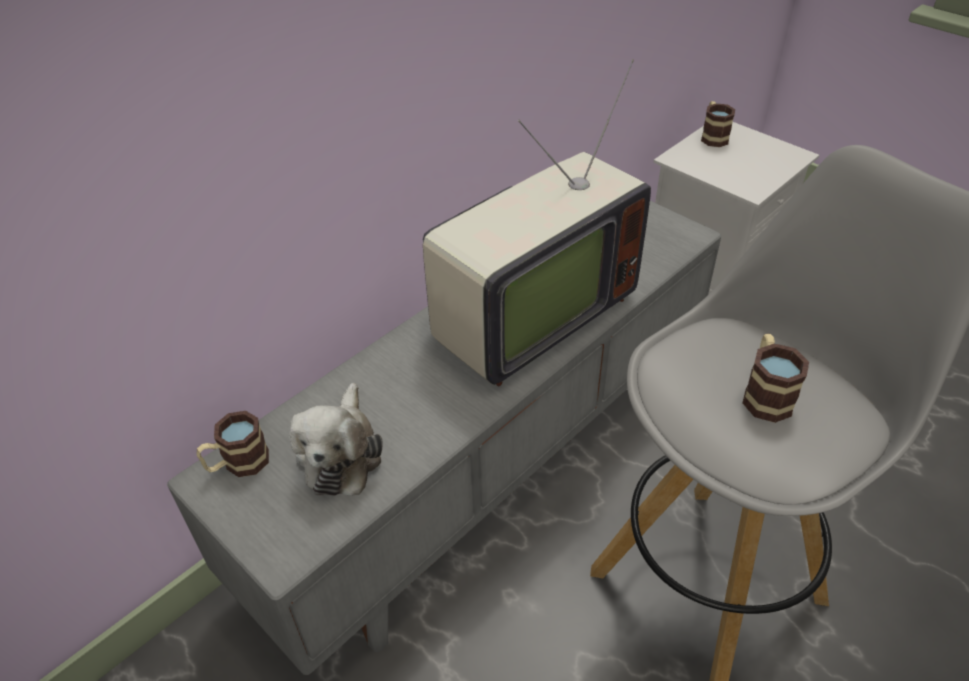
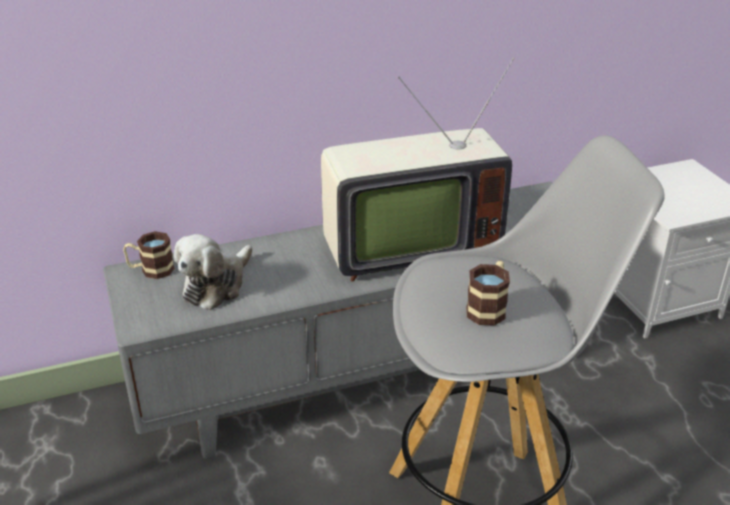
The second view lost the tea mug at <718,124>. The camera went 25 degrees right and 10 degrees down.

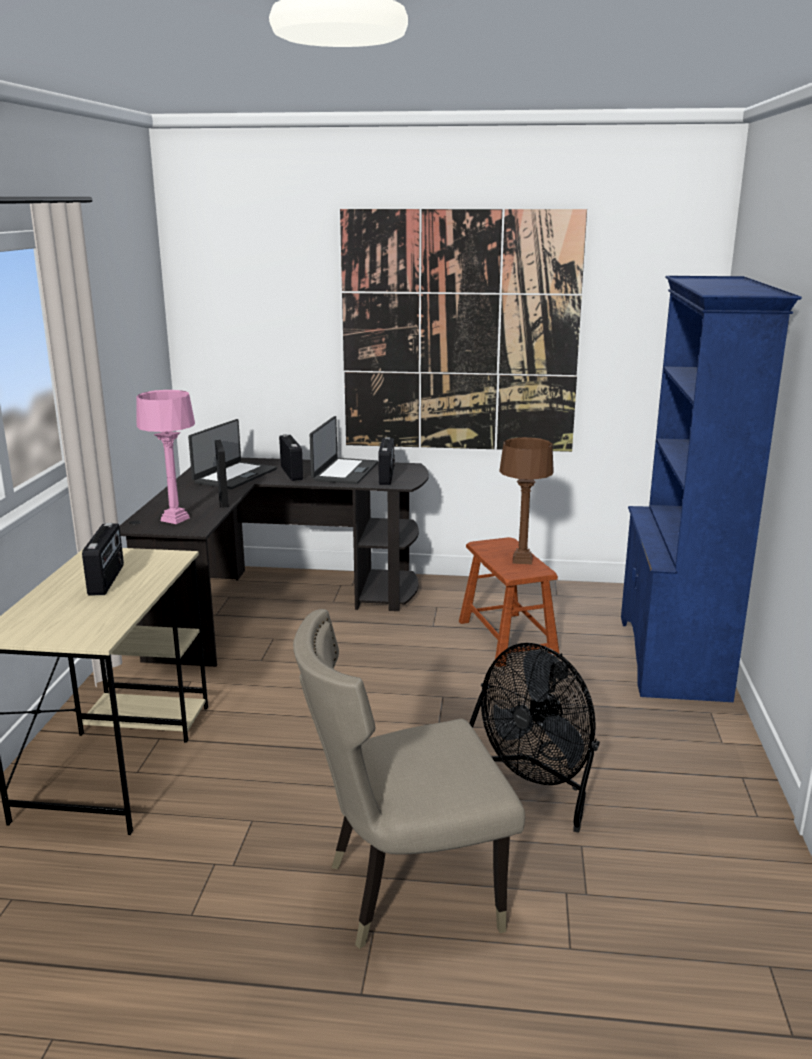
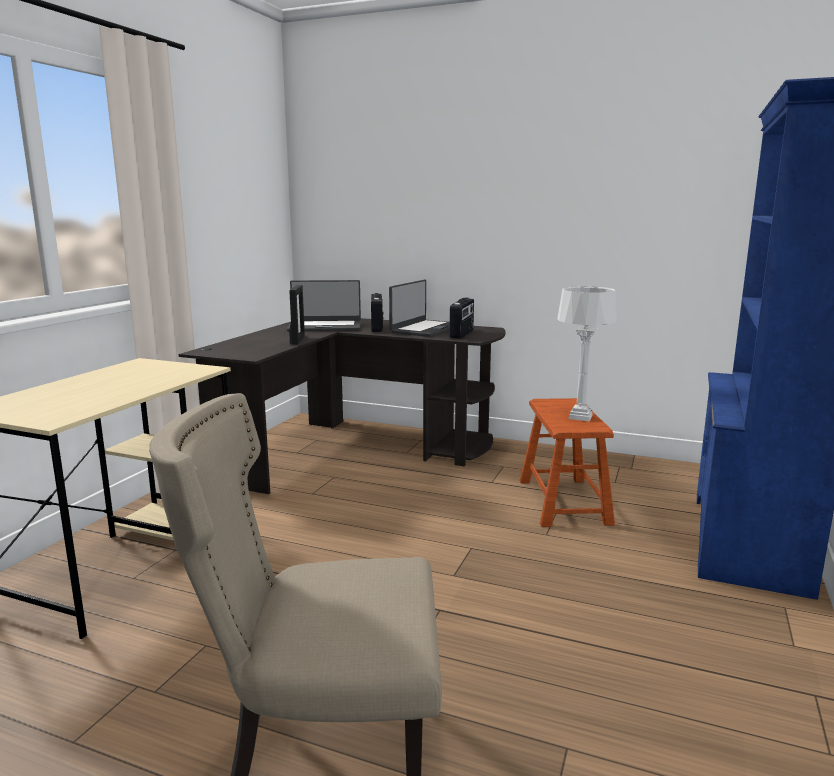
The second view lost the radio at <103,559>. The second view lost the pinkish lamp for a table at <166,457>. The second view lost the wall picture at <463,330>. The second view lost the black electric fan at <534,738>. What was the brown-coloured lamp for a table at <526,500> turned into the greyish lamp for a table at <587,353>. The portable computer at <232,454> ended up facing another way, 45 degrees clockwise from before. The camera went 15 degrees right and 5 degrees down.

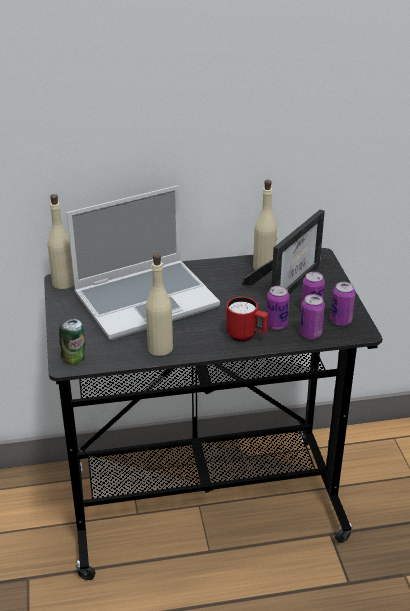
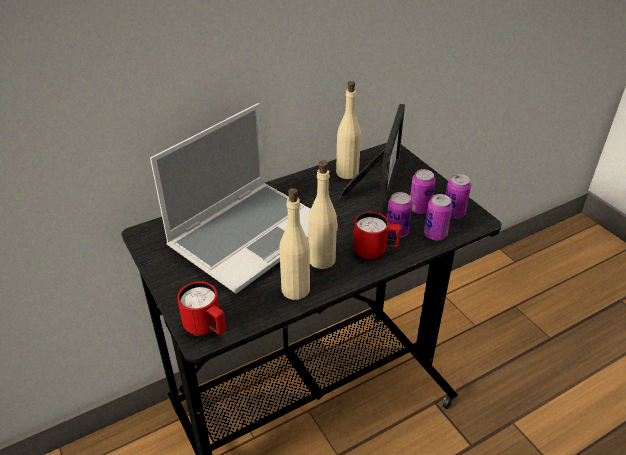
The sand-coloured bottle ended up elsewhere, having gone from <61,241> to <323,214>. Where the can stood at <72,342>, the red tea mug came to stand at <201,309>. The camera went 20 degrees left and 5 degrees up.

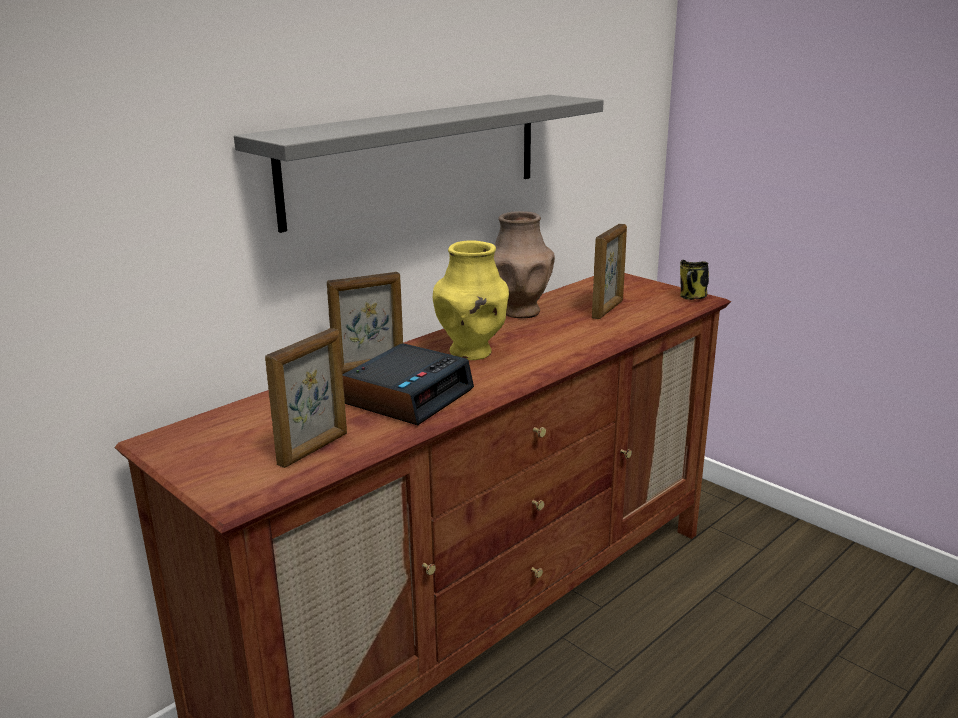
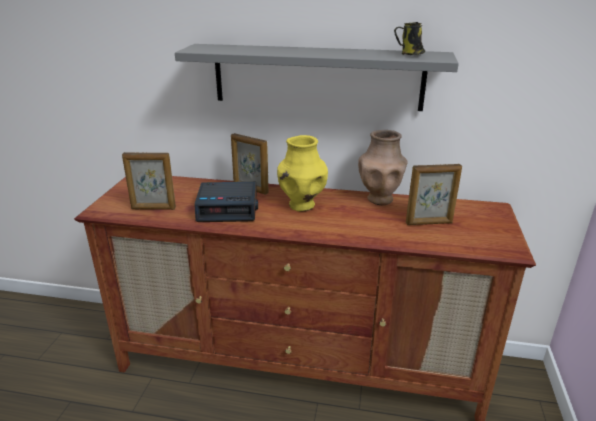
The tea mug ended up elsewhere, having gone from <694,280> to <409,38>. The camera went 55 degrees right and 5 degrees up.

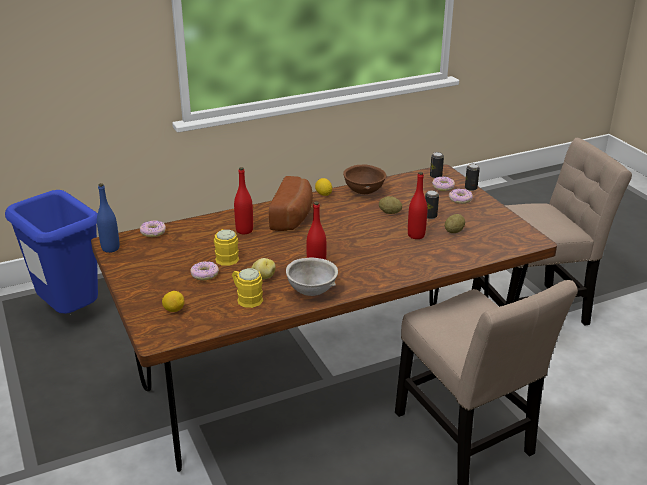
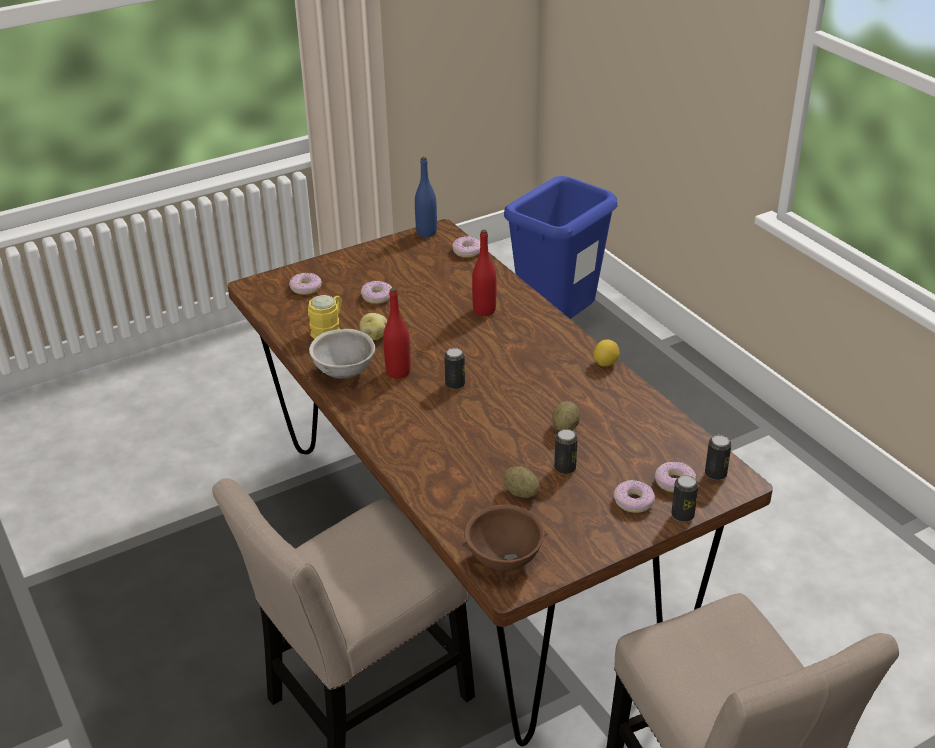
The second view lost the yellow-coloured tea mug at <226,247>. The second view lost the bread at <291,203>. The second view lost the red bottle at <417,205>. The second view gained the can at <454,368>. The brown-coloured deep dish ended up elsewhere, having gone from <365,179> to <505,537>. Where the lemon stood at <173,301>, the donut came to stand at <305,284>. The camera went 85 degrees right and 5 degrees up.

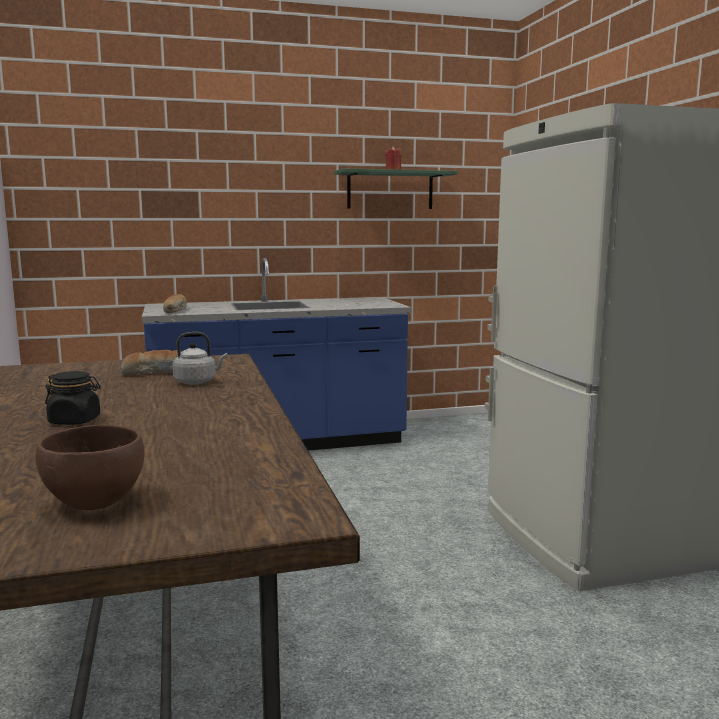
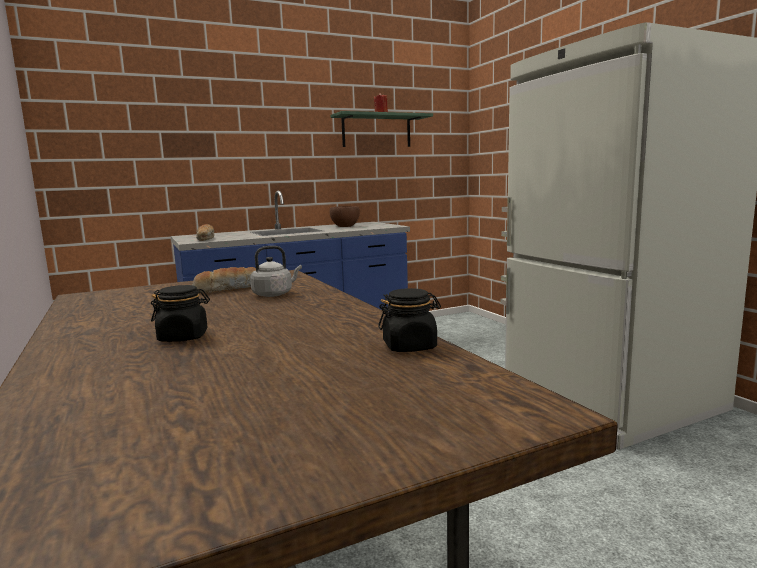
The second view gained the black preserve jar at <409,320>. The brown-coloured deep dish ended up elsewhere, having gone from <90,467> to <345,216>. The camera went 10 degrees left and 0 degrees up.

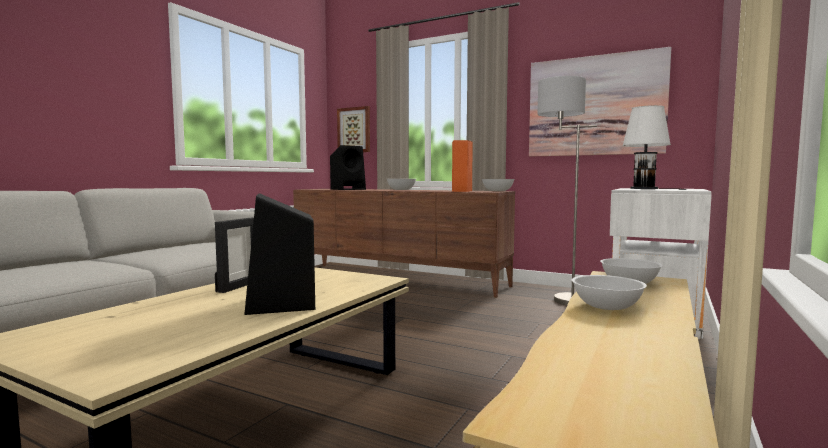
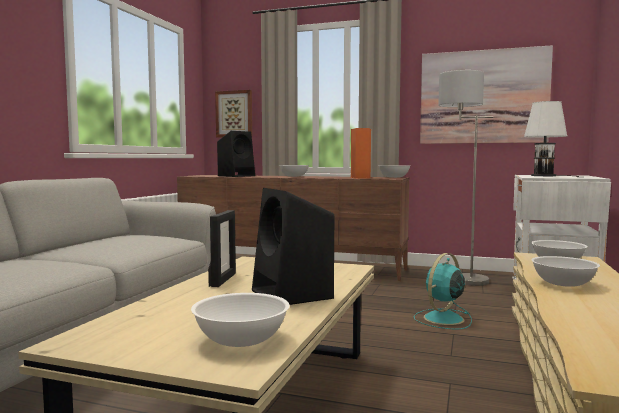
The second view gained the whitish deep dish at <240,320>. The second view gained the turquoise-coloured electric fan at <443,291>. The camera went 10 degrees left and 0 degrees up.

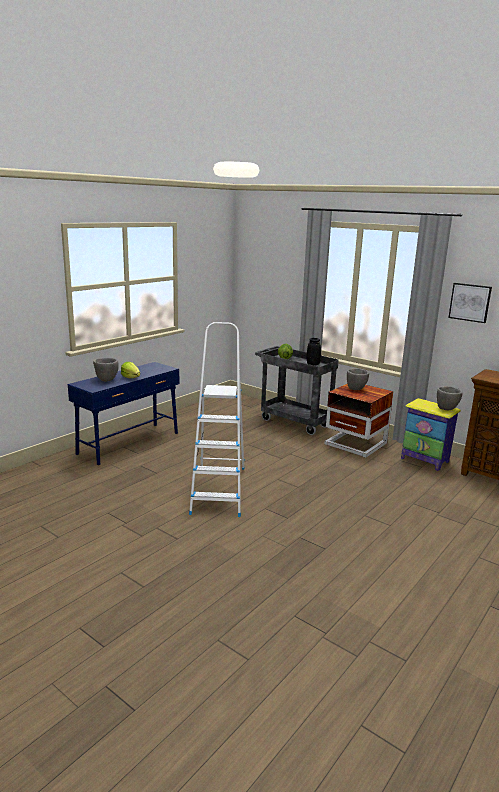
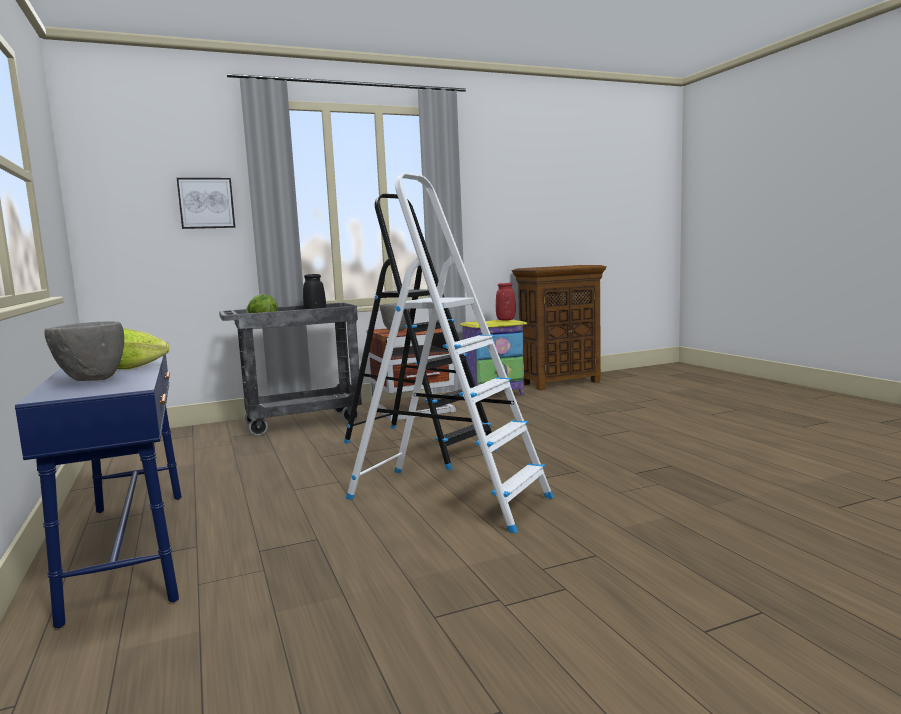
The second view gained the black step stool at <421,332>. The wall picture ended up elsewhere, having gone from <470,303> to <206,203>. Where the greyish deep dish stood at <450,398>, the red vase came to stand at <506,301>. The camera went 60 degrees left and 10 degrees down.

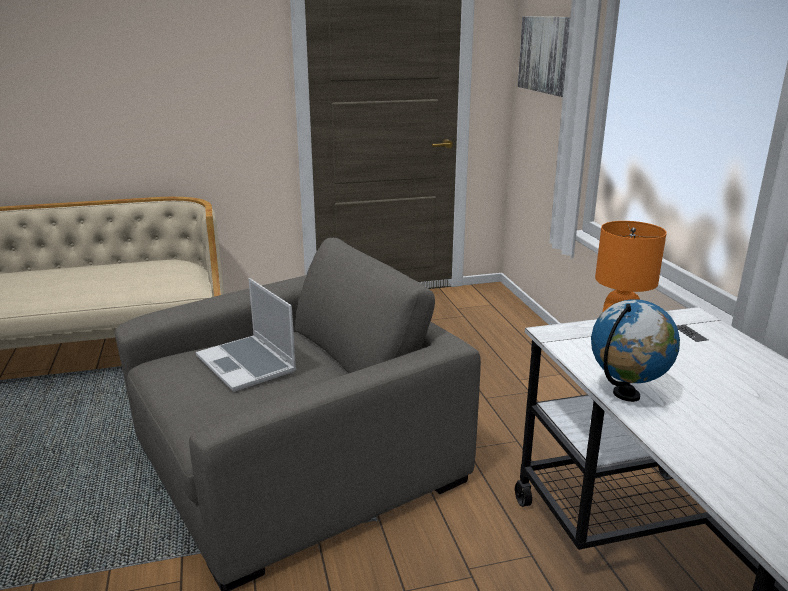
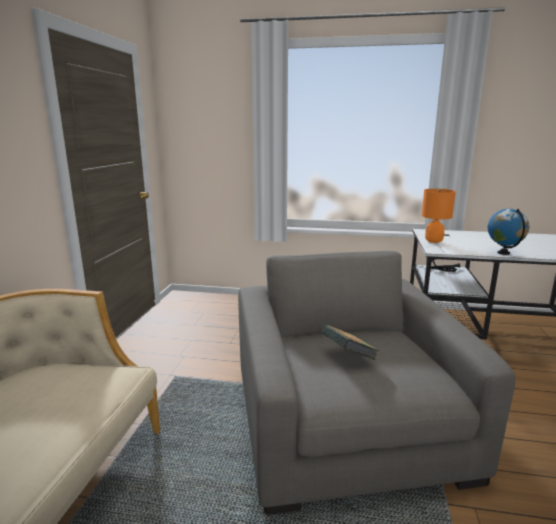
The second view lost the wall picture at <544,56>. Where the portable computer stood at <246,335>, the book came to stand at <350,342>. The camera went 65 degrees left and 5 degrees down.

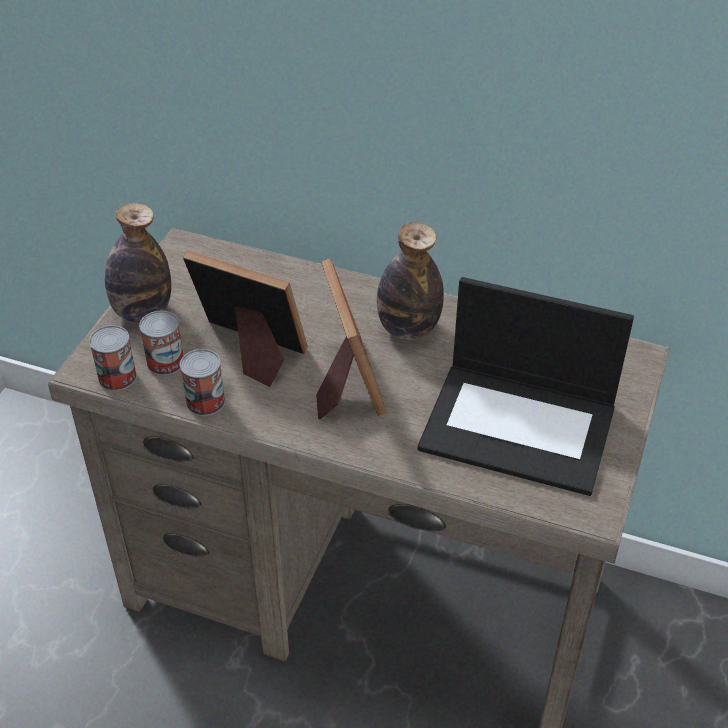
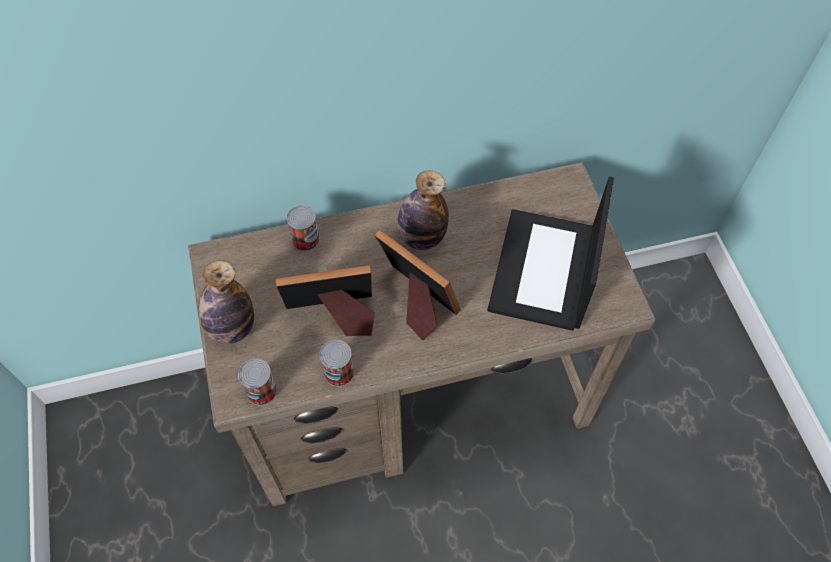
The can ended up elsewhere, having gone from <161,343> to <303,228>. The portable computer at <526,386> ended up facing another way, 120 degrees clockwise from before. The camera went 35 degrees left and 15 degrees up.

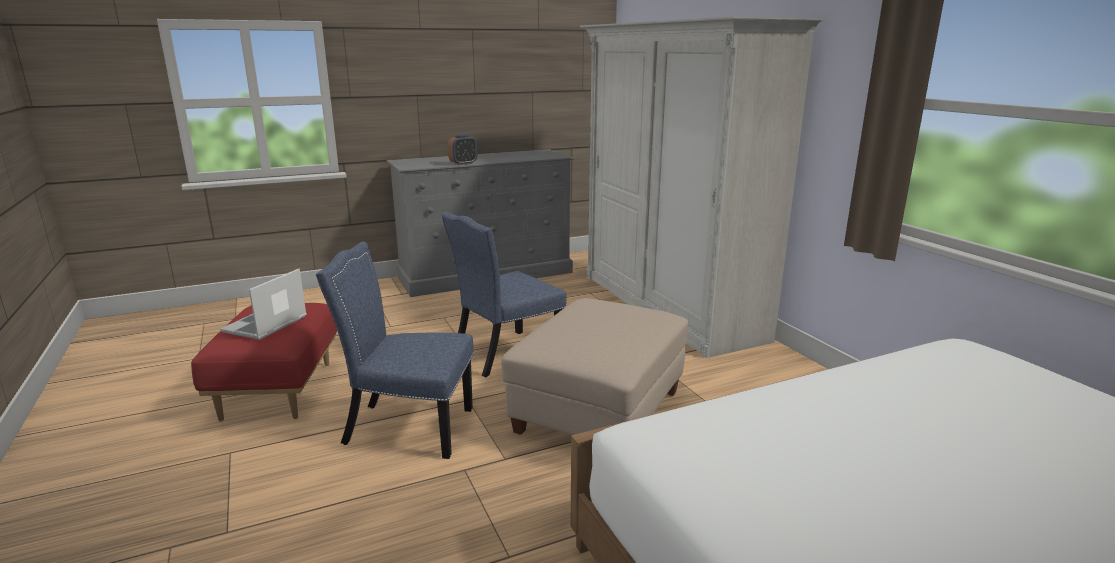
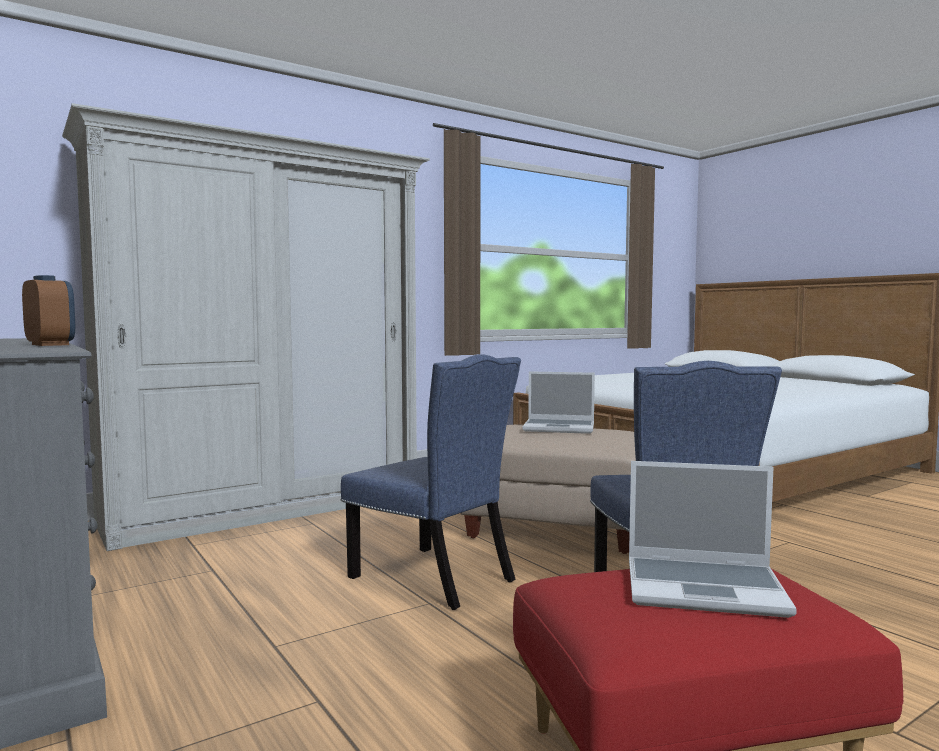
The second view gained the portable computer at <558,402>. The camera went 100 degrees left and 15 degrees down.

